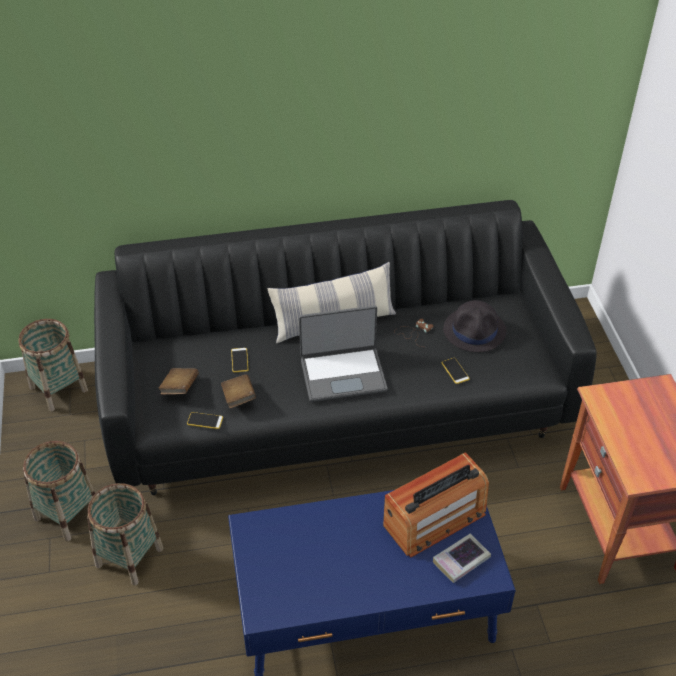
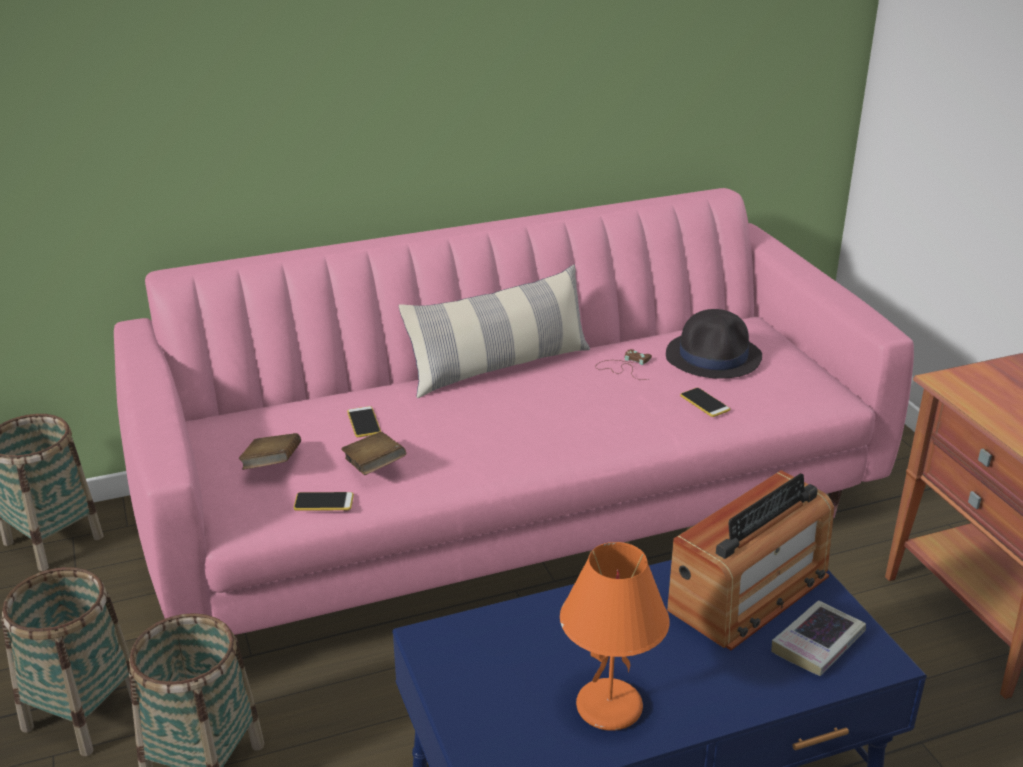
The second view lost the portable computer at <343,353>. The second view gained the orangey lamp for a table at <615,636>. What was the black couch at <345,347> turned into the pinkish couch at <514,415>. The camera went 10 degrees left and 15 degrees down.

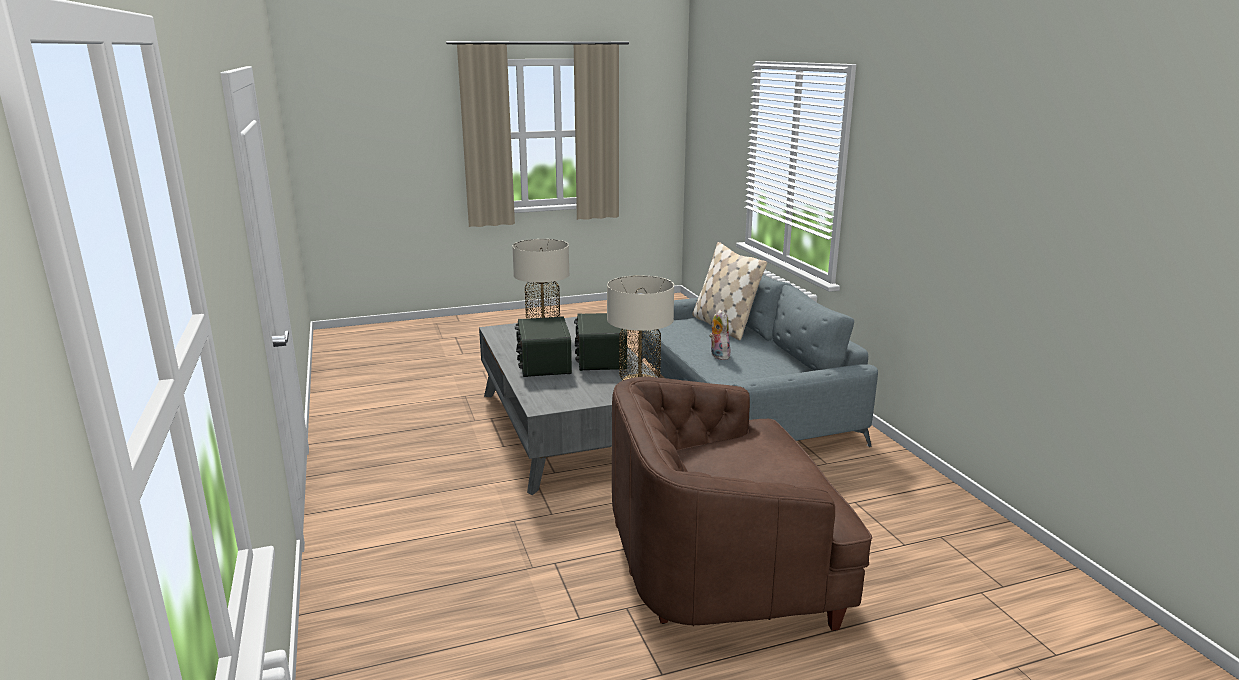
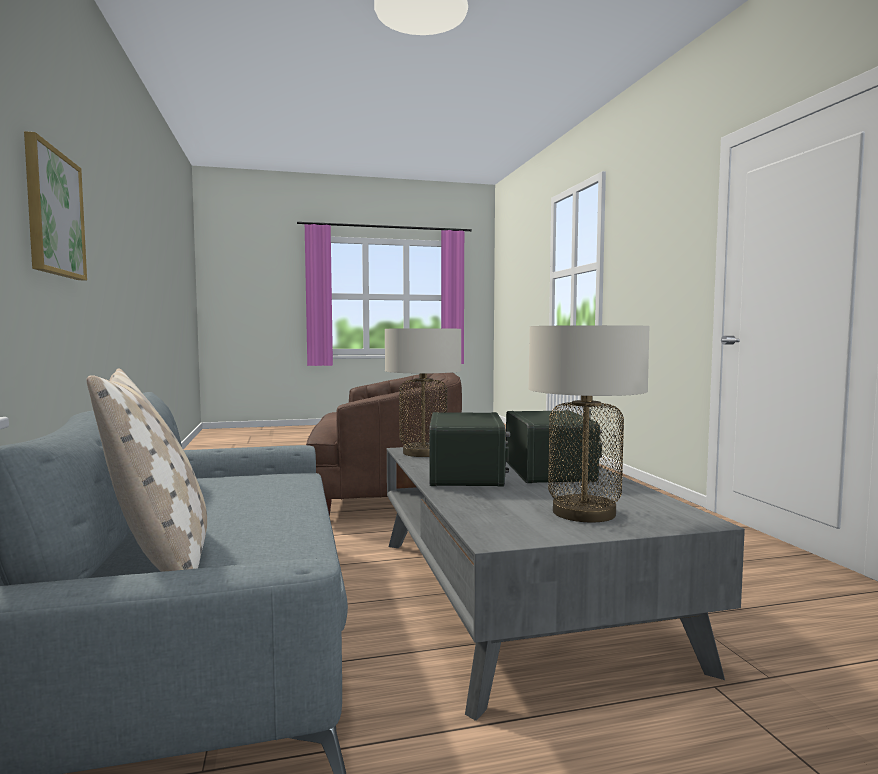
The second view lost the soft toy at <719,335>. The second view gained the wall picture at <55,205>. The camera went 175 degrees left and 15 degrees down.

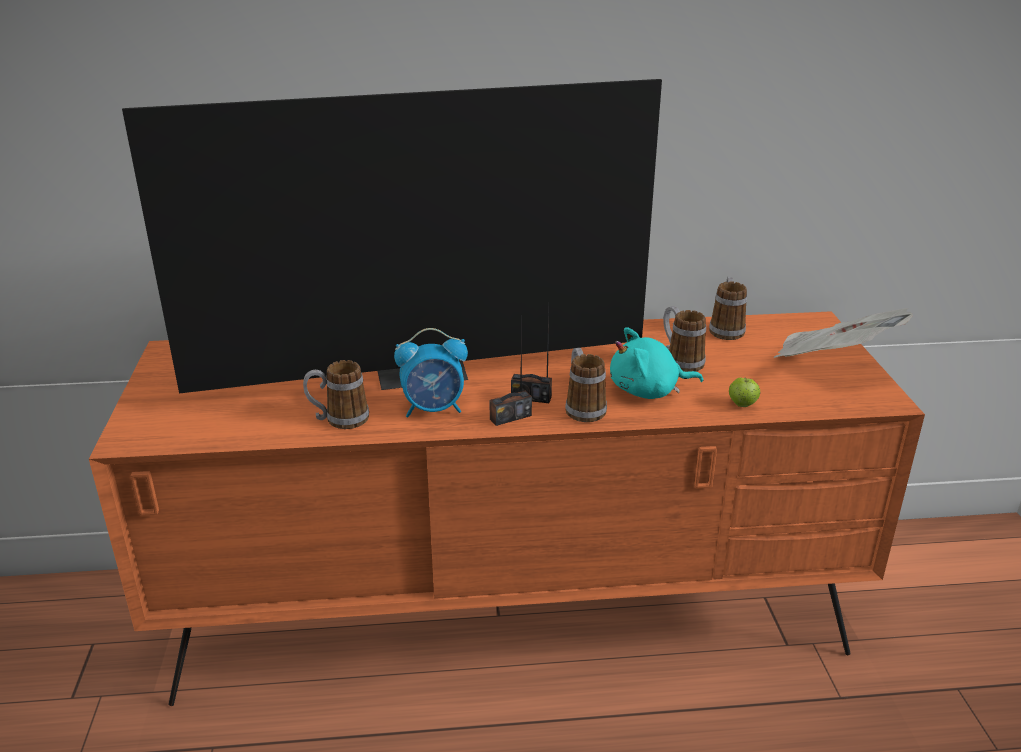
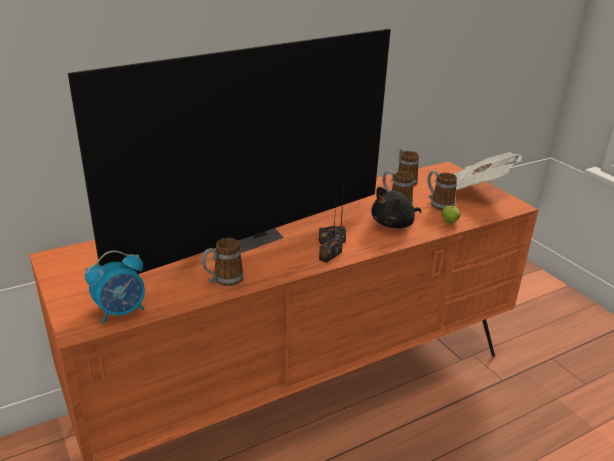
The table clock ended up elsewhere, having gone from <431,373> to <115,287>. The tea mug ended up elsewhere, having gone from <586,385> to <442,190>. What was the turquoise-coloured soft toy at <656,363> turned into the black soft toy at <396,208>. The camera went 25 degrees left and 0 degrees up.

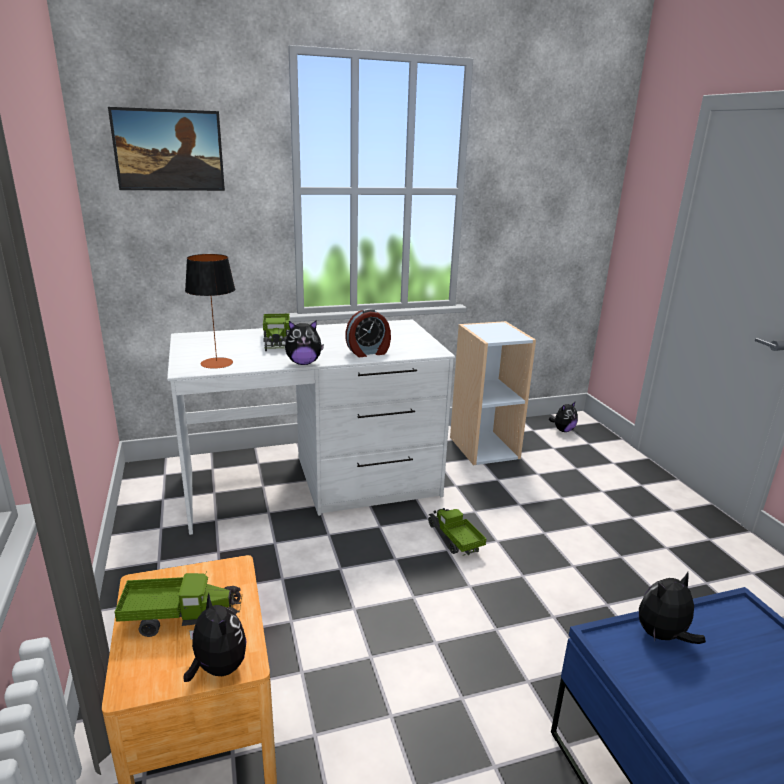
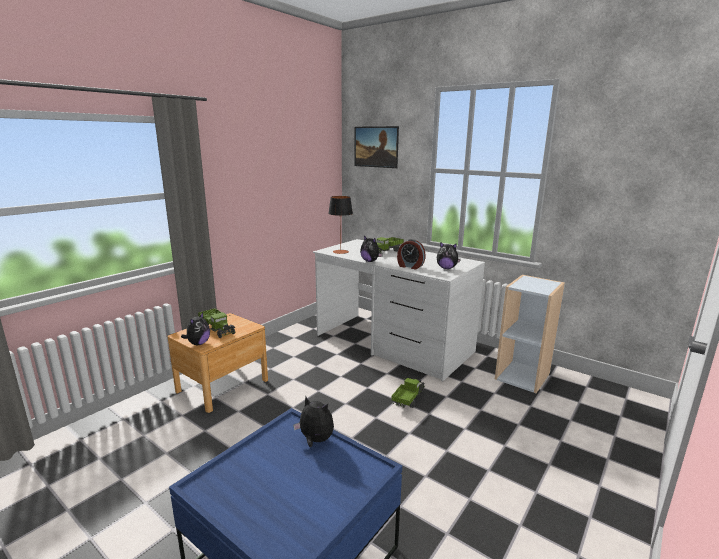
The soft toy ended up elsewhere, having gone from <563,416> to <449,255>. The camera went 55 degrees right and 5 degrees down.

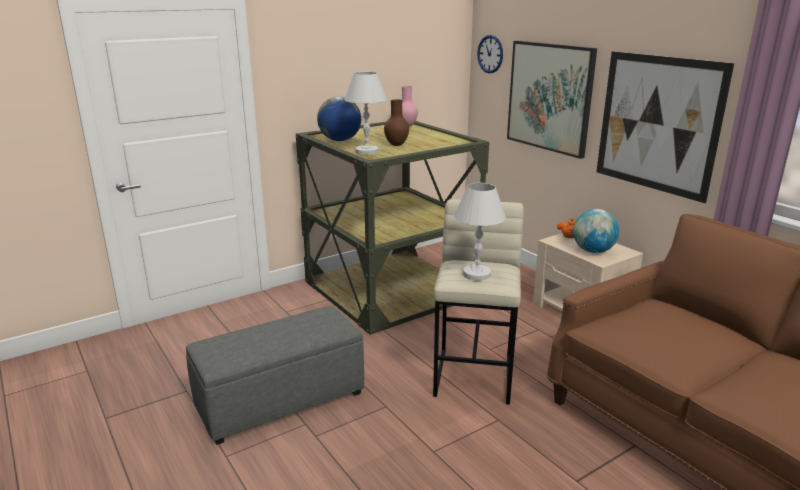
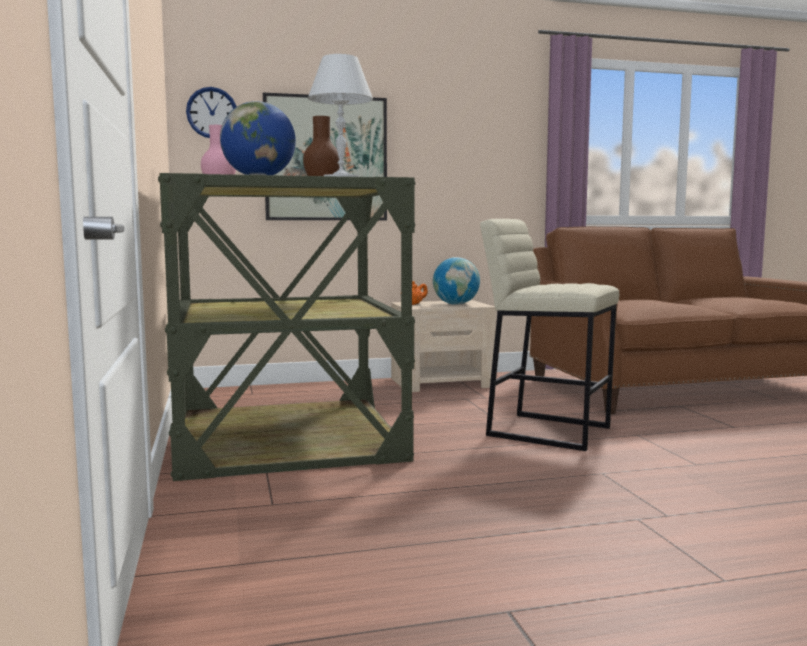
The second view lost the greyish ottoman at <275,375>. The second view lost the whitish lamp for a table at <480,232>. The second view lost the wall picture at <665,127>. The camera went 70 degrees left and 15 degrees down.

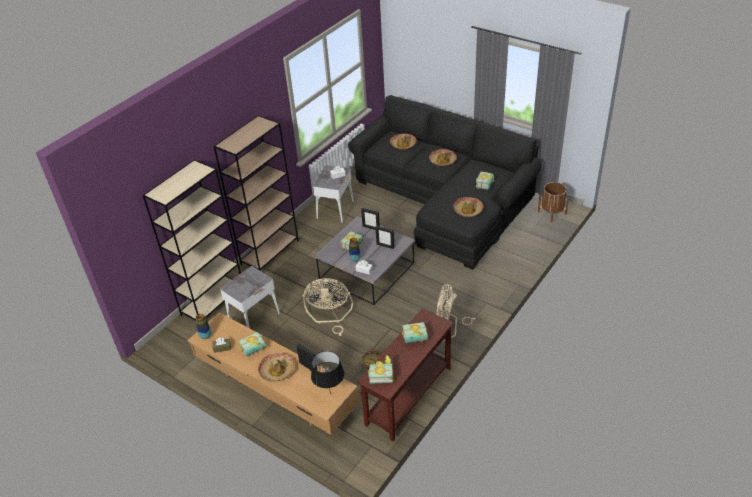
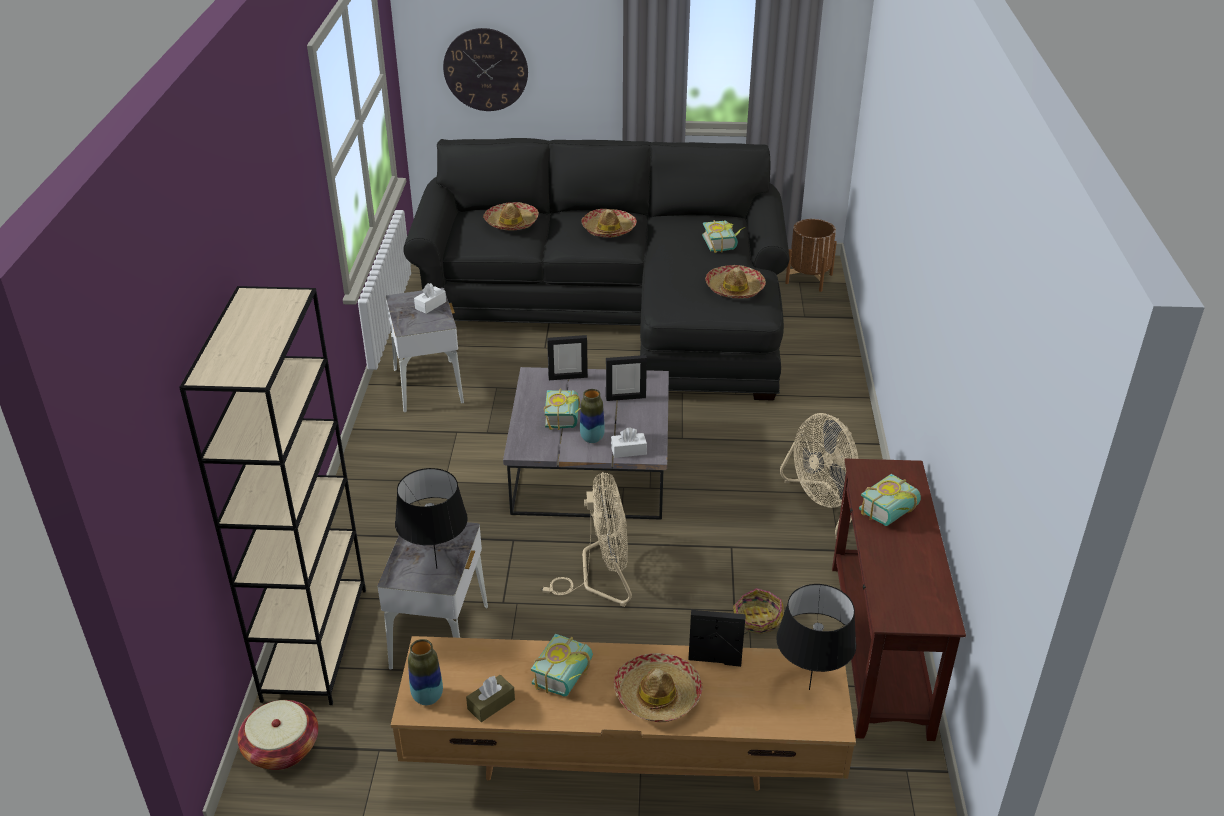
The second view lost the sand-coloured bookshelf at <256,193>. The second view lost the book at <381,369>. The second view gained the storage basket at <278,735>. The second view gained the black lamp for a table at <431,518>. The second view gained the hanging clock at <485,69>. The sand-coloured electric fan at <328,307> ended up facing another way, 120 degrees clockwise from before. The camera went 35 degrees left and 5 degrees down.

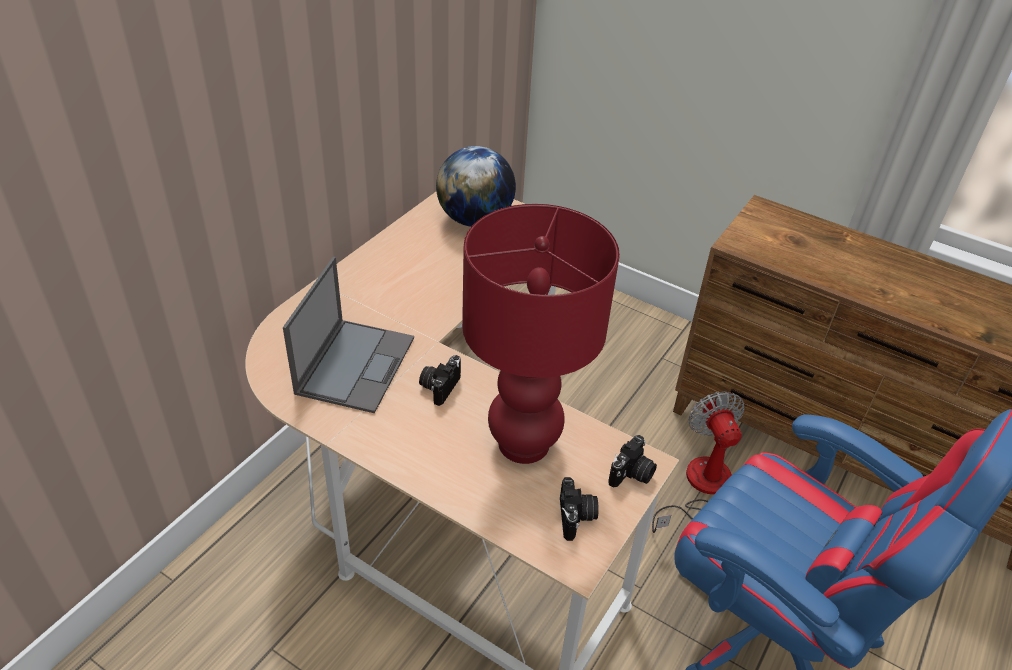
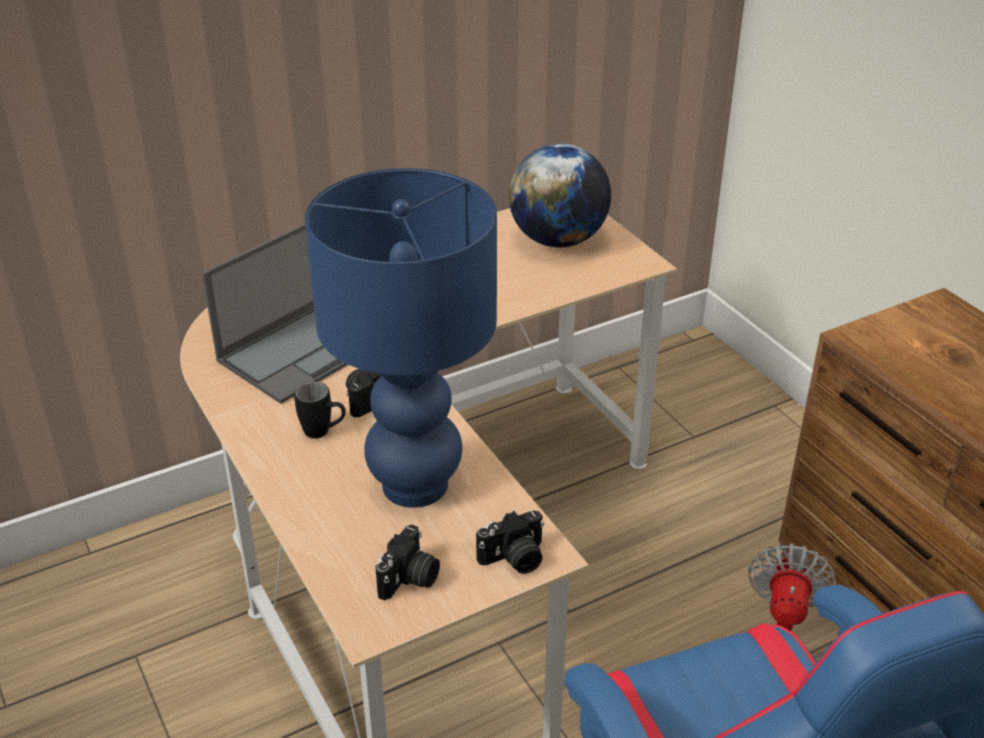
The second view gained the black tea mug at <320,409>. What was the red lamp for a table at <541,334> turned into the blue lamp for a table at <401,338>. The camera went 30 degrees right and 5 degrees down.

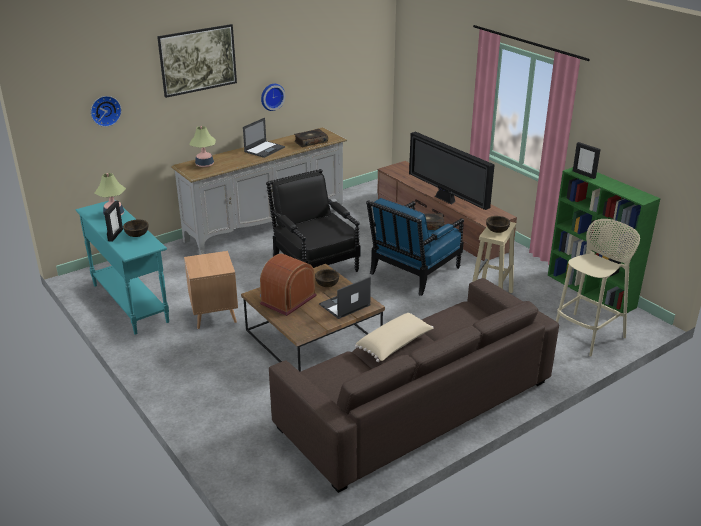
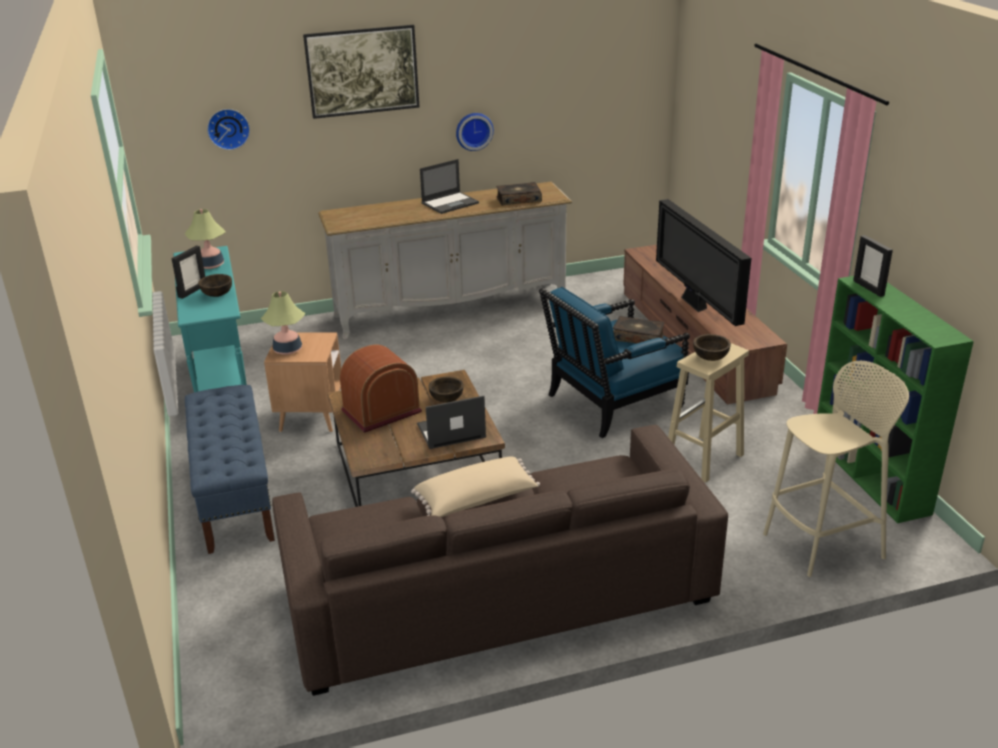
The second view lost the black lounge chair at <313,220>. The second view gained the blue long seat at <230,469>. The lamp for a table ended up elsewhere, having gone from <202,146> to <283,323>. The camera went 20 degrees right and 0 degrees up.

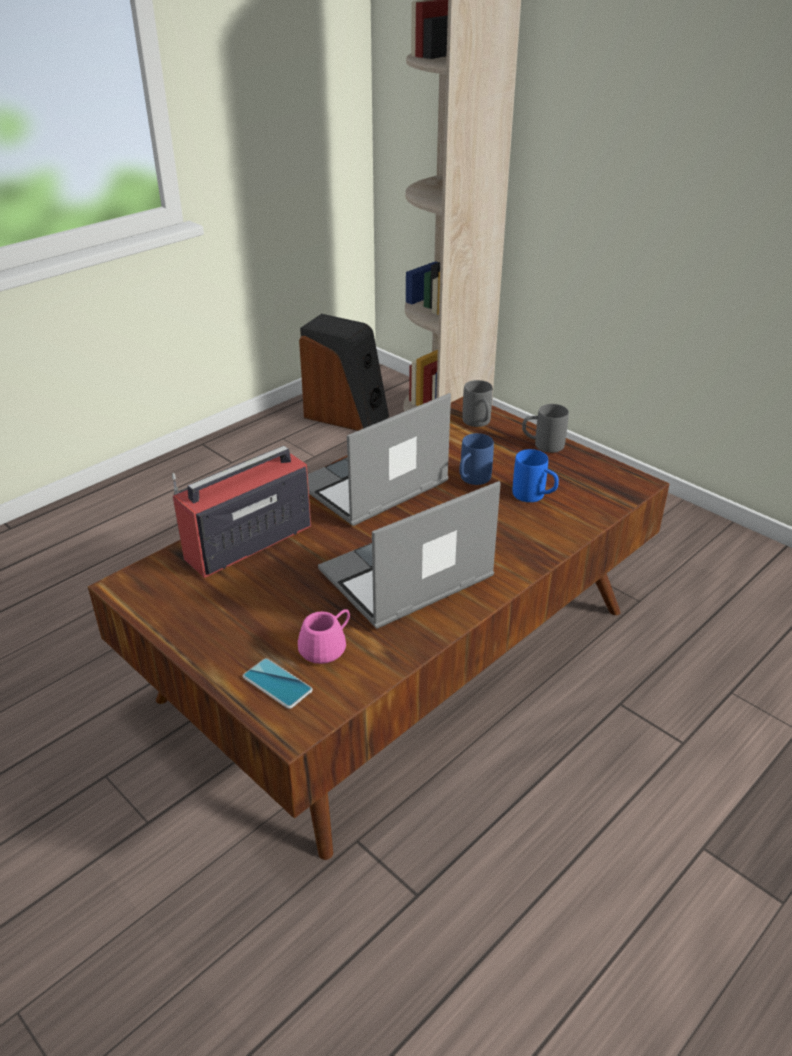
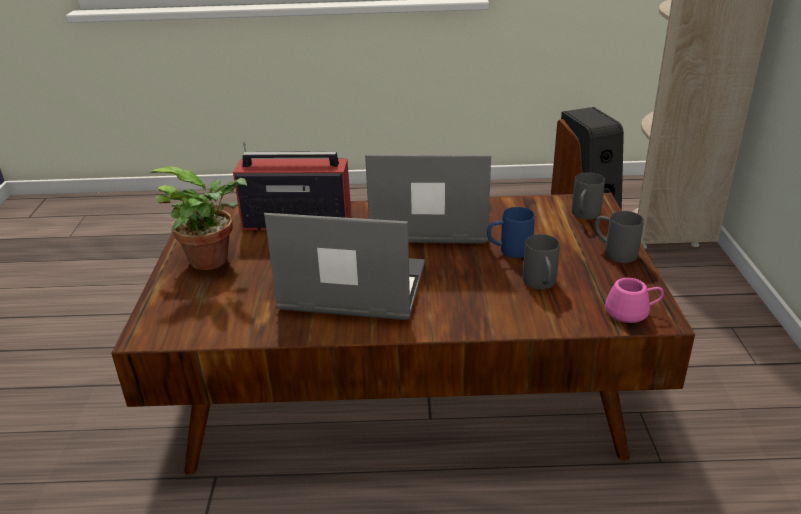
The second view lost the telephone at <278,683>. The second view gained the plant in a pot at <198,218>. The pinkish tea mug ended up elsewhere, having gone from <324,636> to <634,300>. What was the blue tea mug at <536,475> turned into the greyish tea mug at <541,261>. The camera went 45 degrees right and 5 degrees down.

